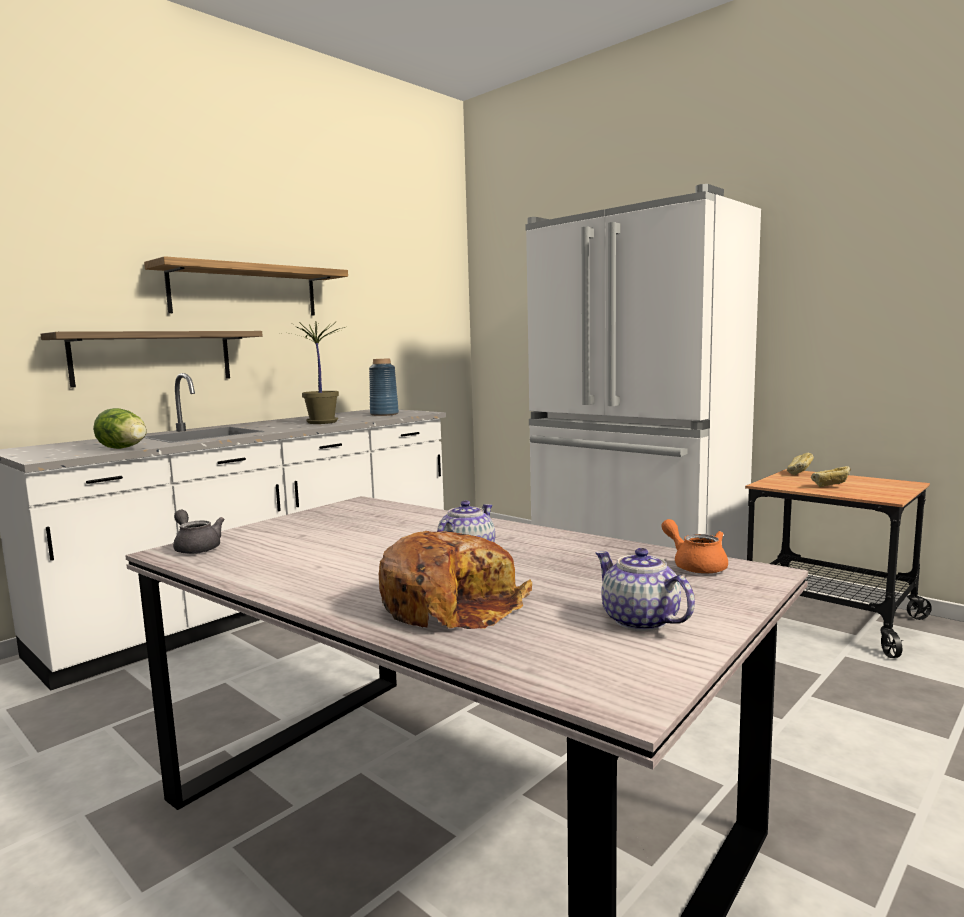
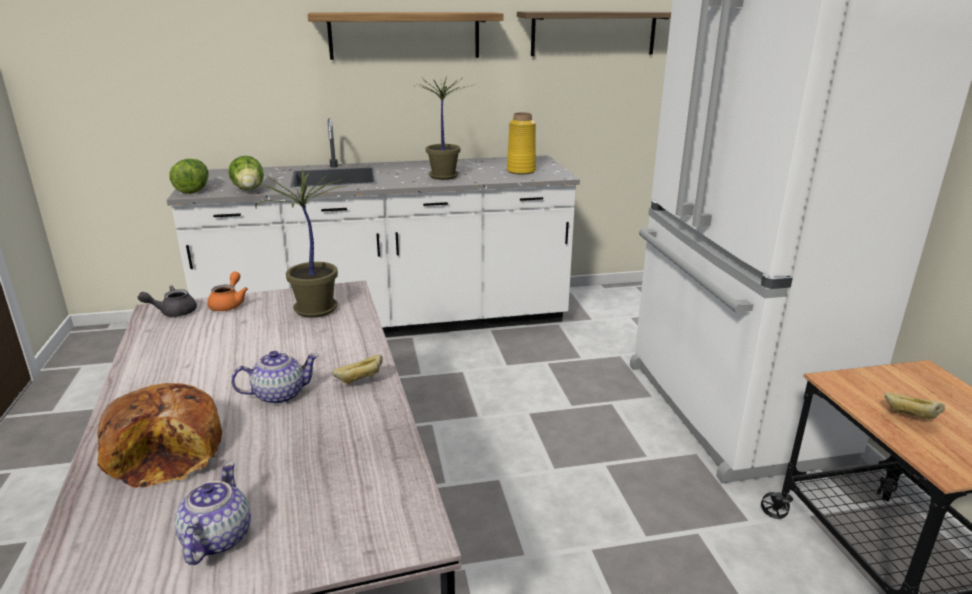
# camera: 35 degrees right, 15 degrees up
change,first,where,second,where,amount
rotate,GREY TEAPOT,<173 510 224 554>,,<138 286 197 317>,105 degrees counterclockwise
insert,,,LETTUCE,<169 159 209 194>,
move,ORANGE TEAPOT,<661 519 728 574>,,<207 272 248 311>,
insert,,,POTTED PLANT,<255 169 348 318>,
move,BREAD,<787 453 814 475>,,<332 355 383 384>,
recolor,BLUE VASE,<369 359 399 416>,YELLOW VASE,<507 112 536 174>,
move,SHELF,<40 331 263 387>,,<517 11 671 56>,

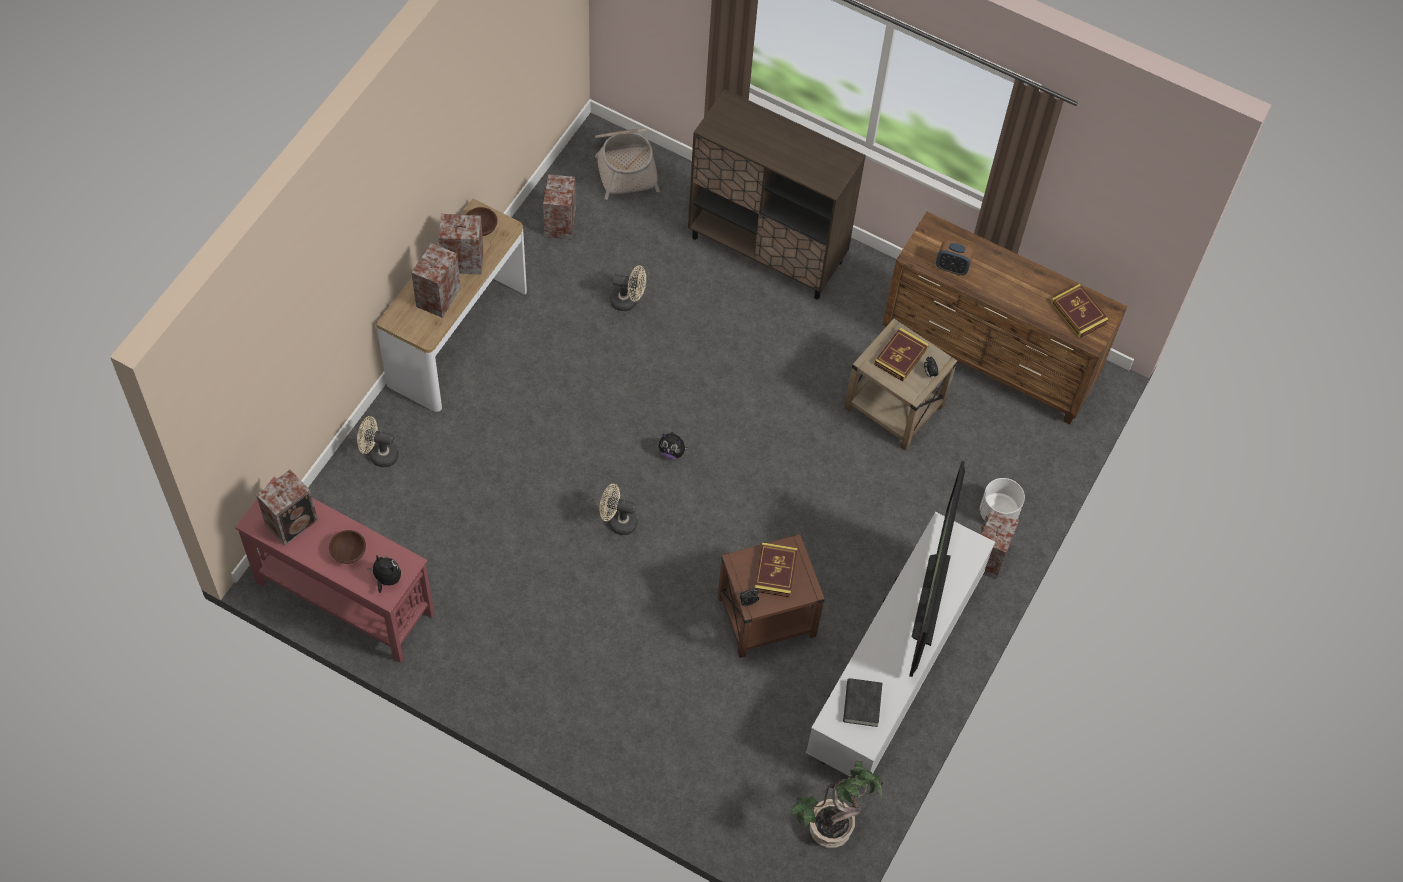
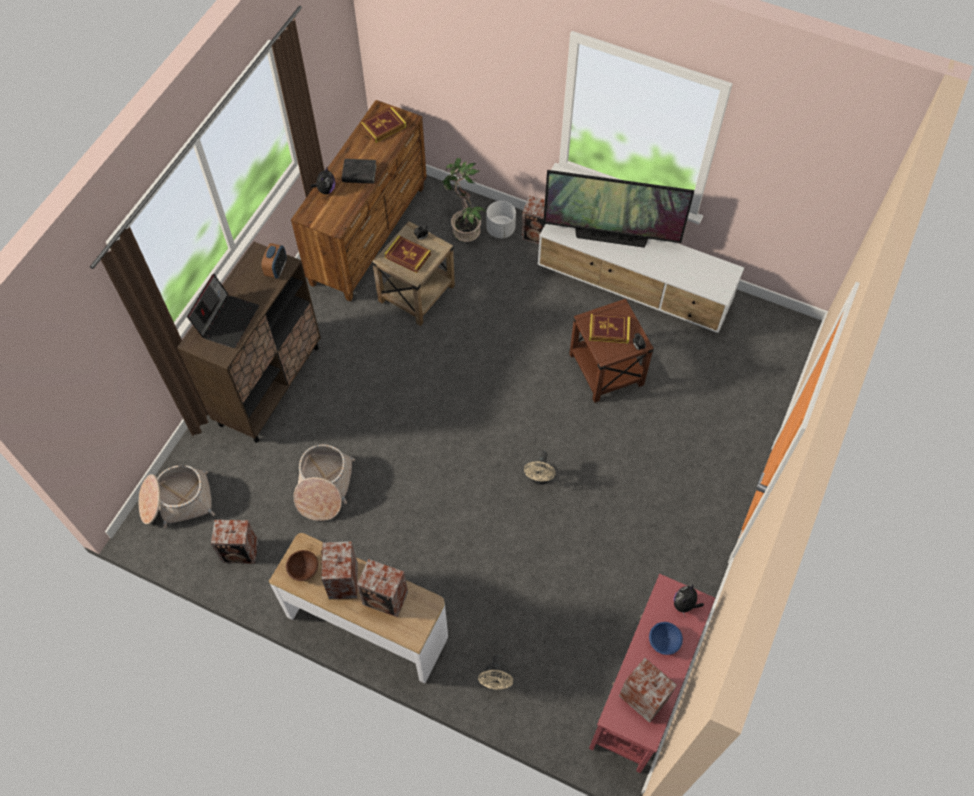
# camera: 90 degrees left, 0 degrees up
change,first,where,second,where,amount
insert,,,LAPTOP,<187 274 259 348>,
move,ALARM CLOCK,<936 240 974 275>,,<261 243 287 278>,
replace,BEIGE FAN,<610 265 646 311>,BASKET,<294 445 355 521>,
move,PLUSH TOY,<658 432 689 459>,,<310 167 336 194>,
move,BLACK BOOK,<843 678 882 727>,,<342 159 377 184>,
move,POTTED PLANT,<789 760 883 848>,,<440 158 486 242>,
recolor,BROWN BOWL,<329 530 366 564>,BLUE BOWL,<649 622 683 655>,

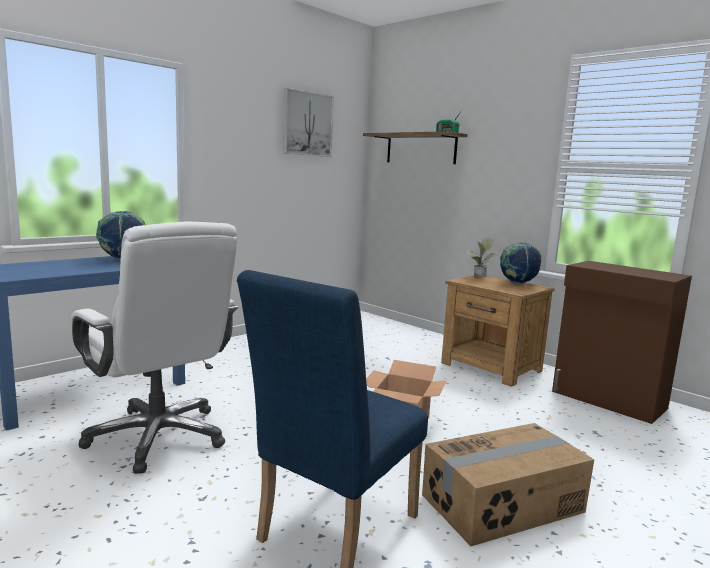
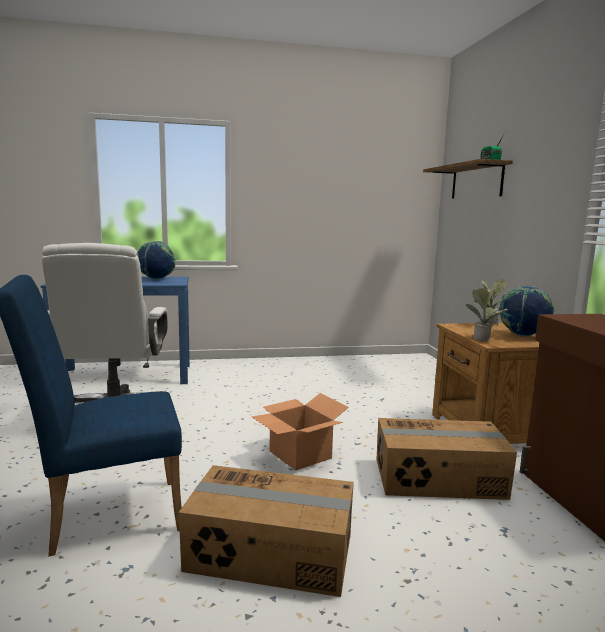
# camera: 35 degrees right, 0 degrees up
change,first,where,second,where,amount
insert,,,CARDBOARD BOX,<376 418 517 500>,
insert,,,POTTED PLANT,<466 288 508 341>,
delete,PICTURE,<283 88 334 157>,,,

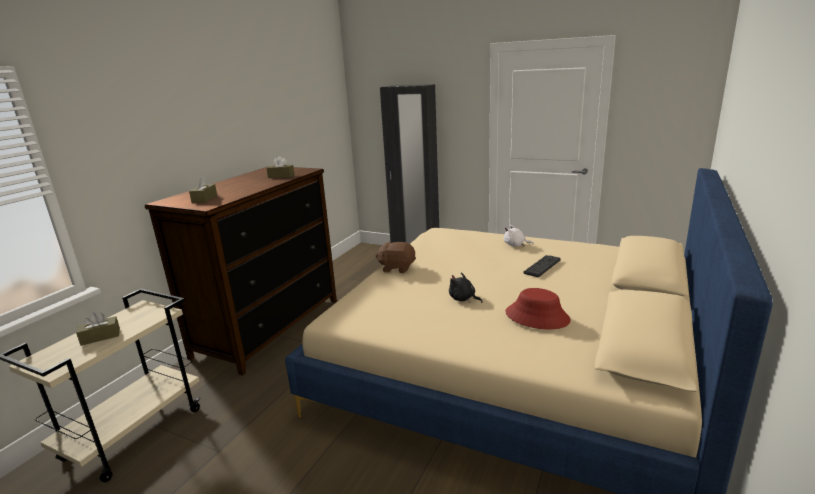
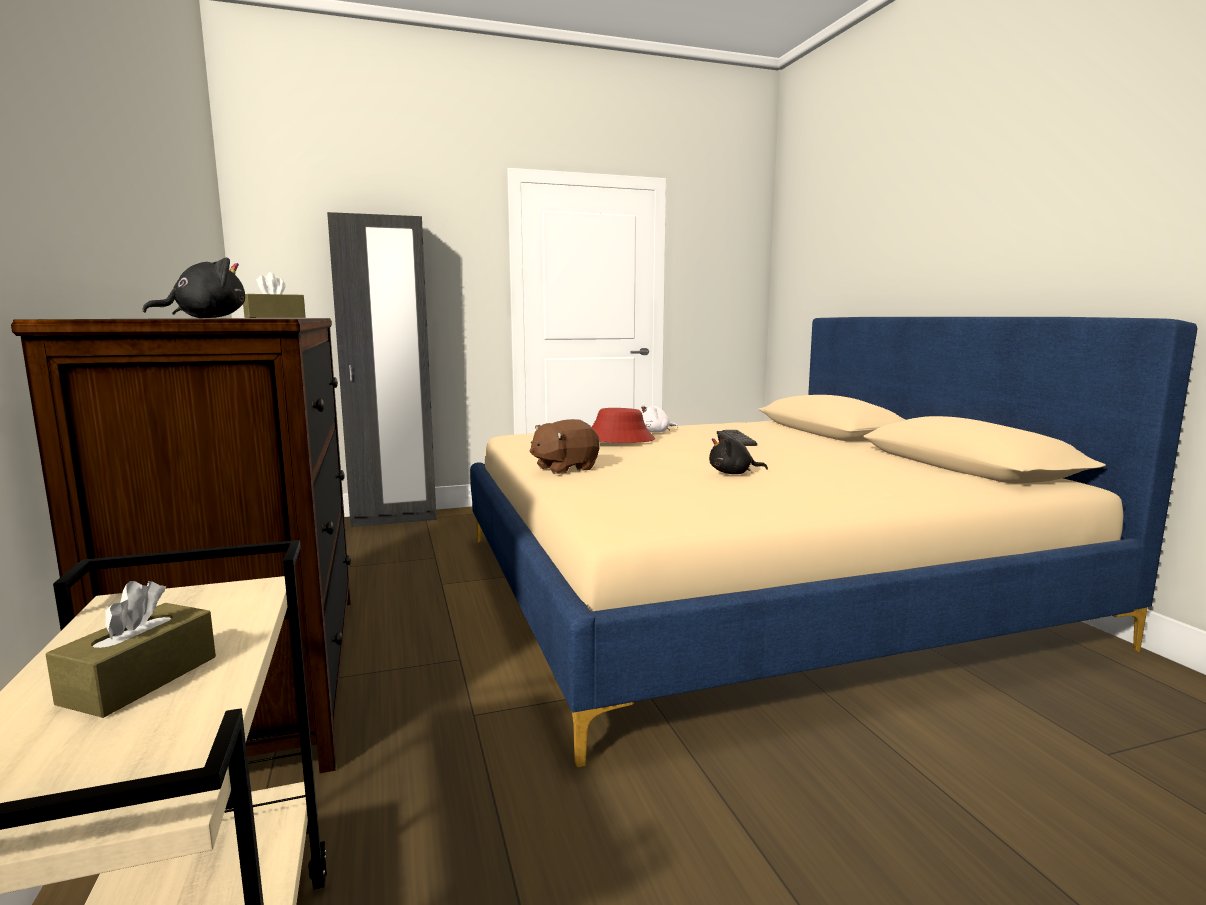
# camera: 45 degrees left, 10 degrees down
change,first,where,second,where,amount
replace,BROWN TISSUE BOX,<189 176 217 203>,BLACK PLUSH TOY,<142 258 245 318>,
move,RED HAT,<505 288 571 329>,,<592 408 655 443>,

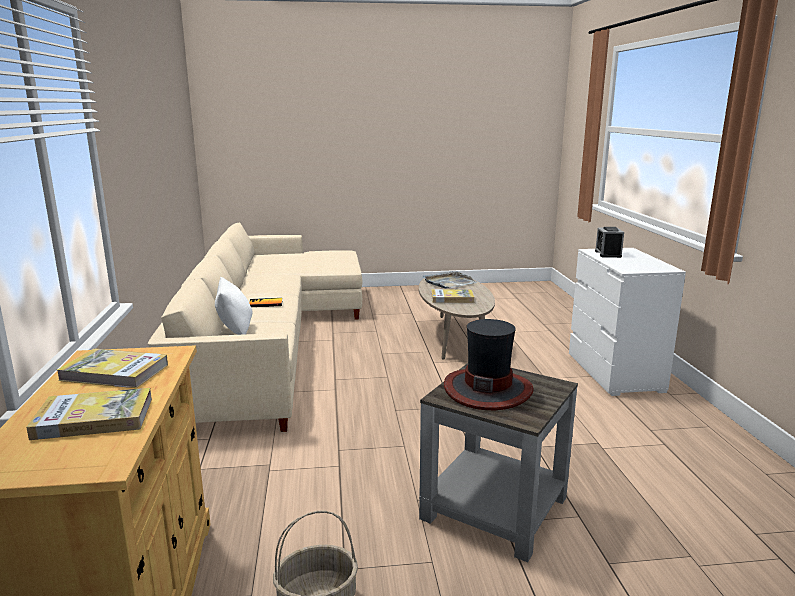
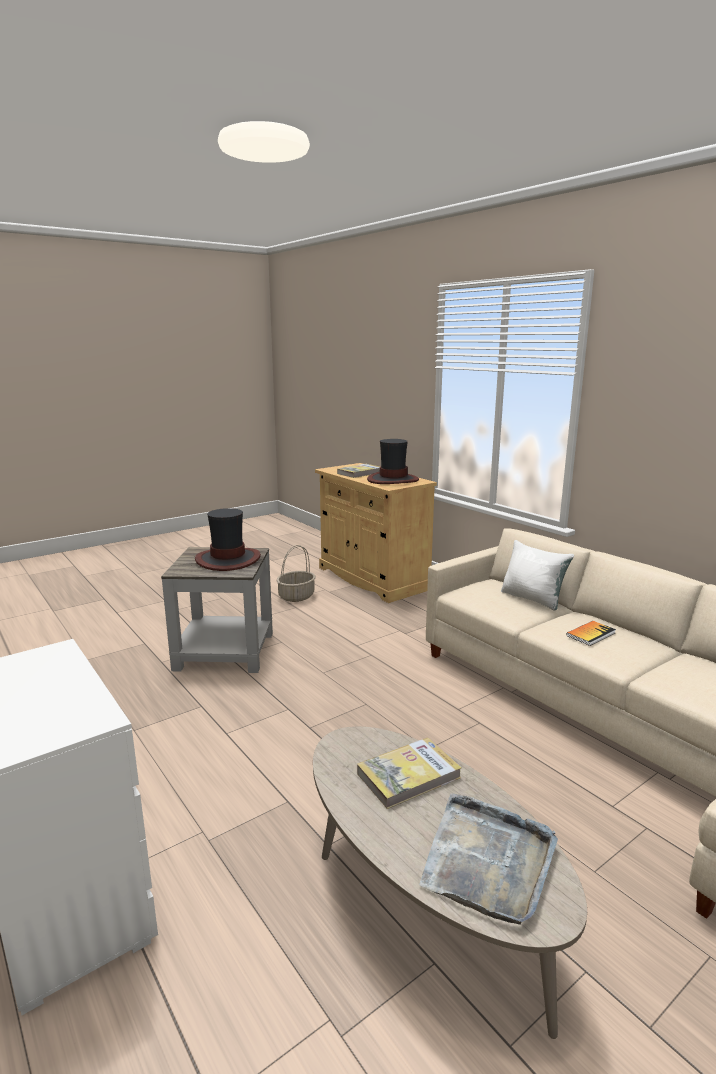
# camera: 150 degrees right, 0 degrees up
change,first,where,second,where,amount
replace,BOOK,<57 349 168 388>,HAT,<367 439 419 484>,
delete,ALARM CLOCK,<595 227 624 258>,,,

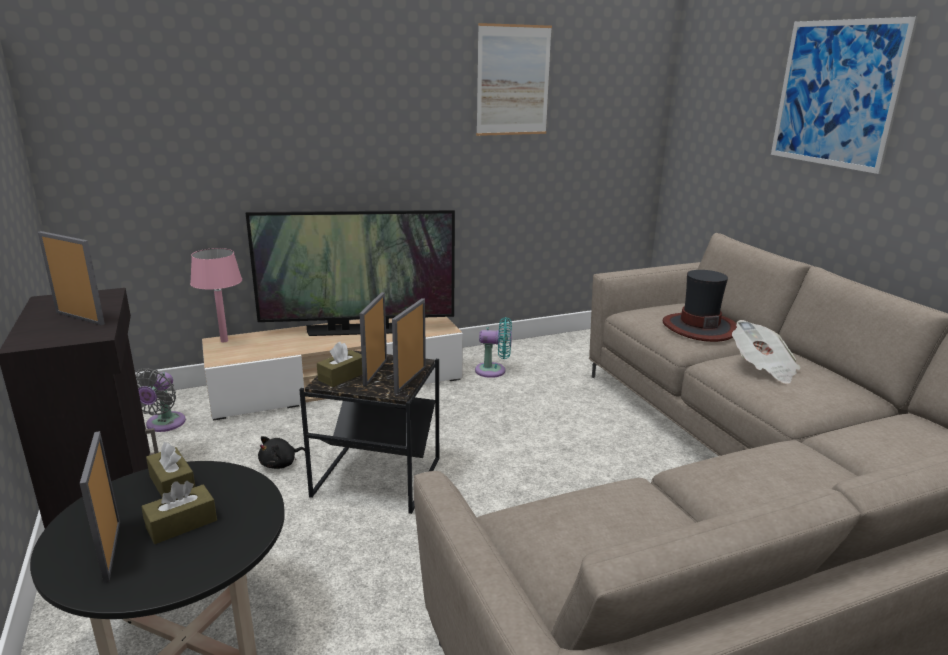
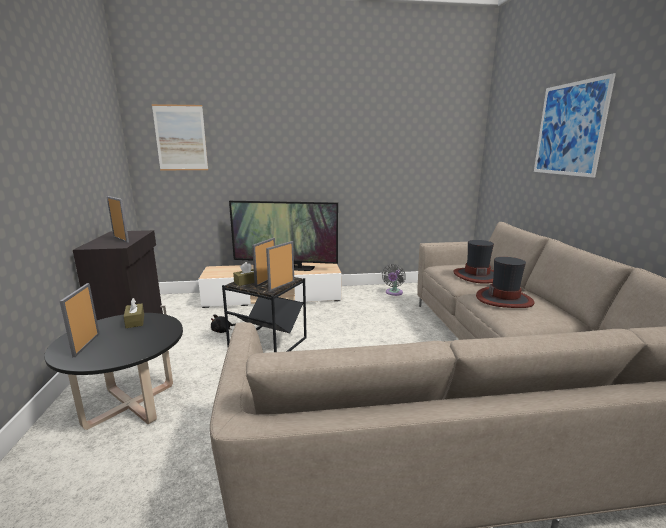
# camera: 15 degrees right, 5 degrees down
change,first,where,second,where,amount
move,PICTURE,<476 23 552 136>,,<152 104 208 170>,
move,GREY FAN,<135 368 186 432>,,<382 264 406 296>,
replace,NEWSPAPER,<732 320 801 384>,HAT,<476 257 534 308>,
delete,BROWN TISSUE BOX,<141 481 217 544>,,,
delete,PINK TABLE LAMP,<190 248 242 342>,,,
delete,TURQUOISE FAN,<475 317 512 378>,,,

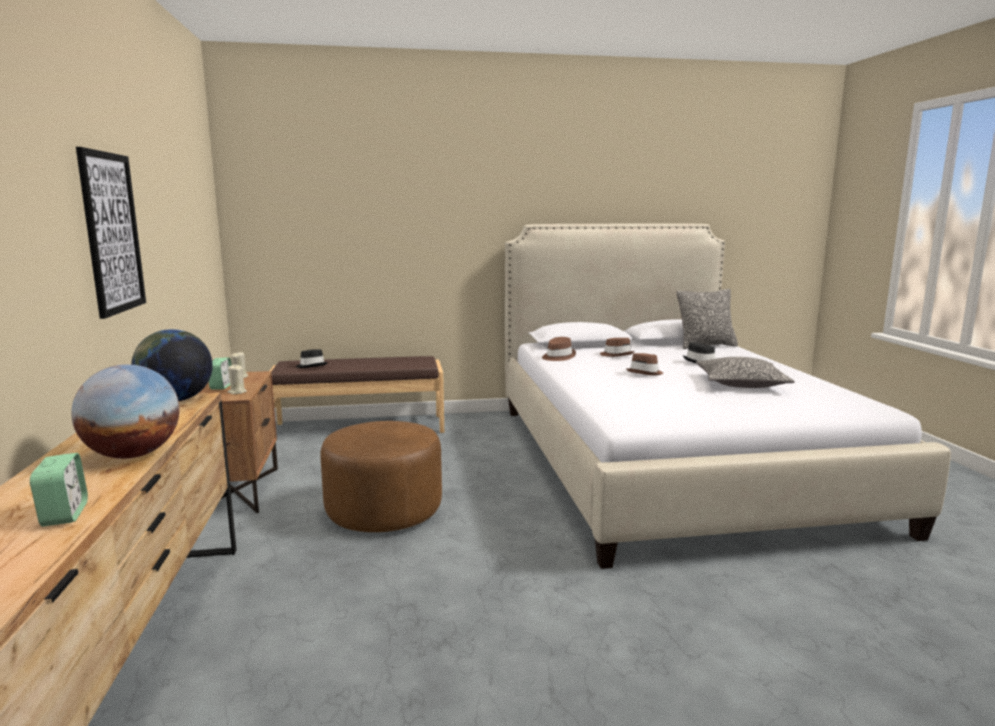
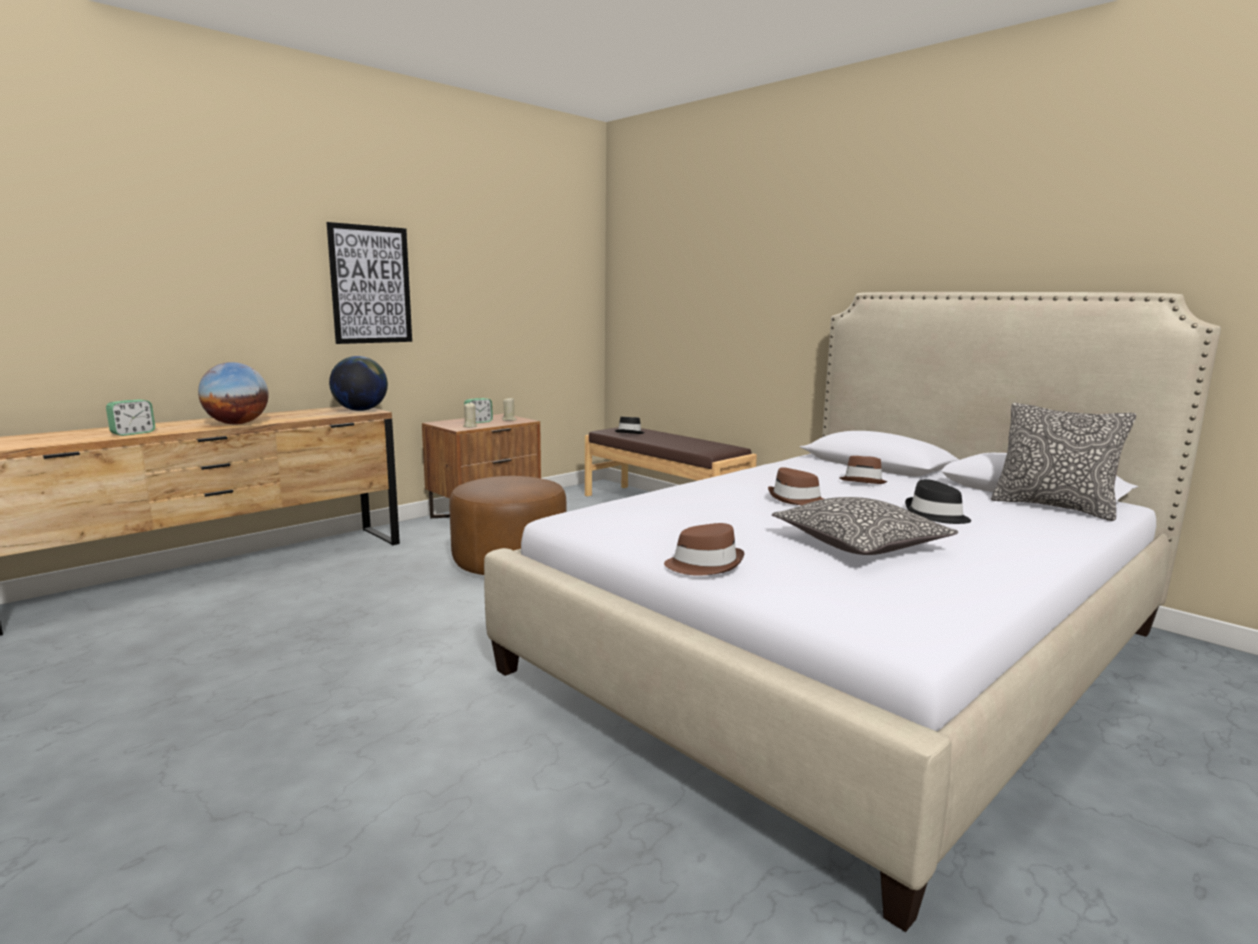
# camera: 55 degrees right, 0 degrees up
change,first,where,second,where,amount
move,BROWN HAT,<542 337 576 361>,,<664 523 744 576>,

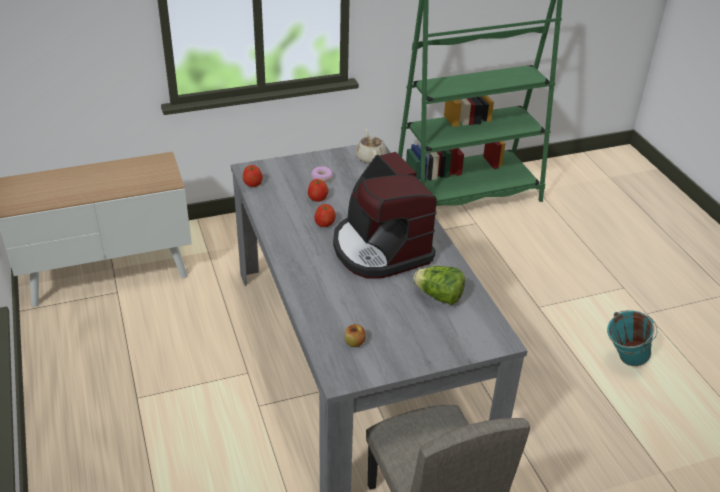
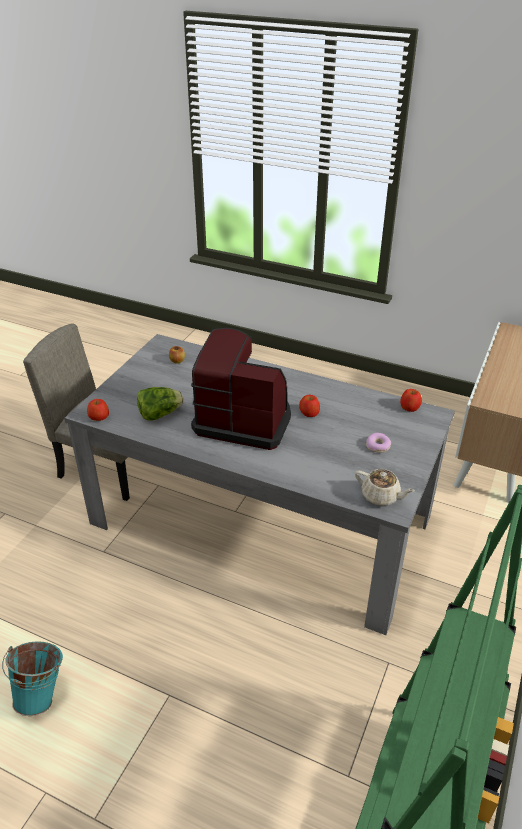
# camera: 135 degrees right, 0 degrees up
change,first,where,second,where,amount
move,APPLE,<308 179 328 202>,,<87 399 109 421>,

